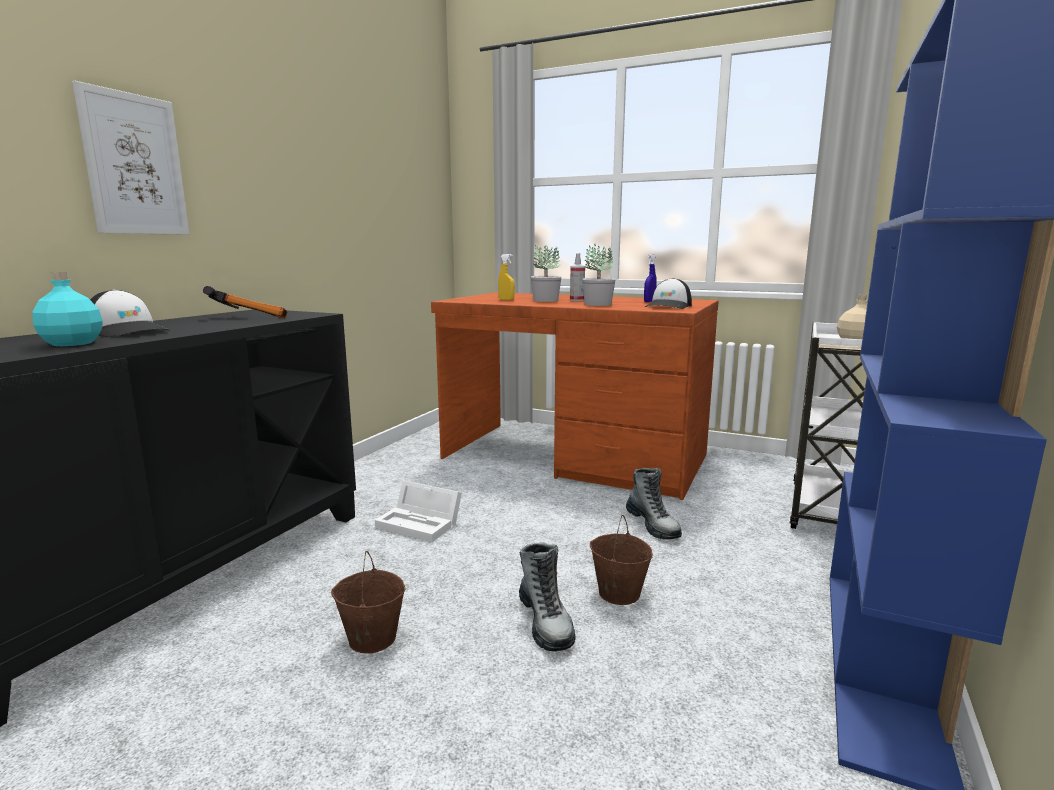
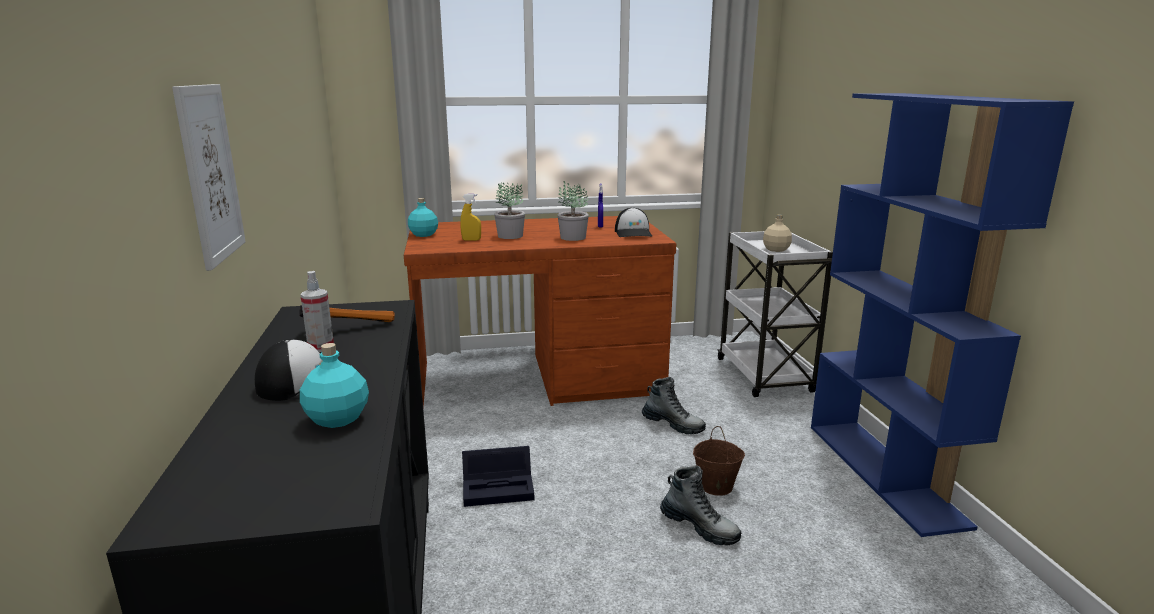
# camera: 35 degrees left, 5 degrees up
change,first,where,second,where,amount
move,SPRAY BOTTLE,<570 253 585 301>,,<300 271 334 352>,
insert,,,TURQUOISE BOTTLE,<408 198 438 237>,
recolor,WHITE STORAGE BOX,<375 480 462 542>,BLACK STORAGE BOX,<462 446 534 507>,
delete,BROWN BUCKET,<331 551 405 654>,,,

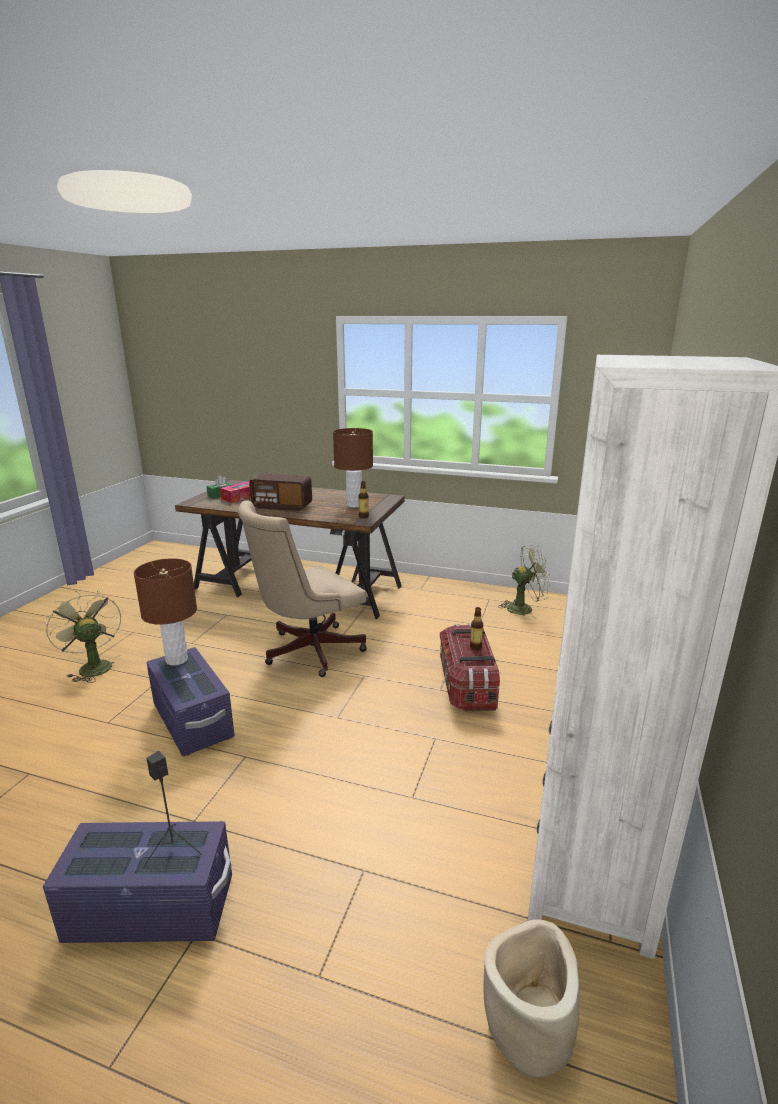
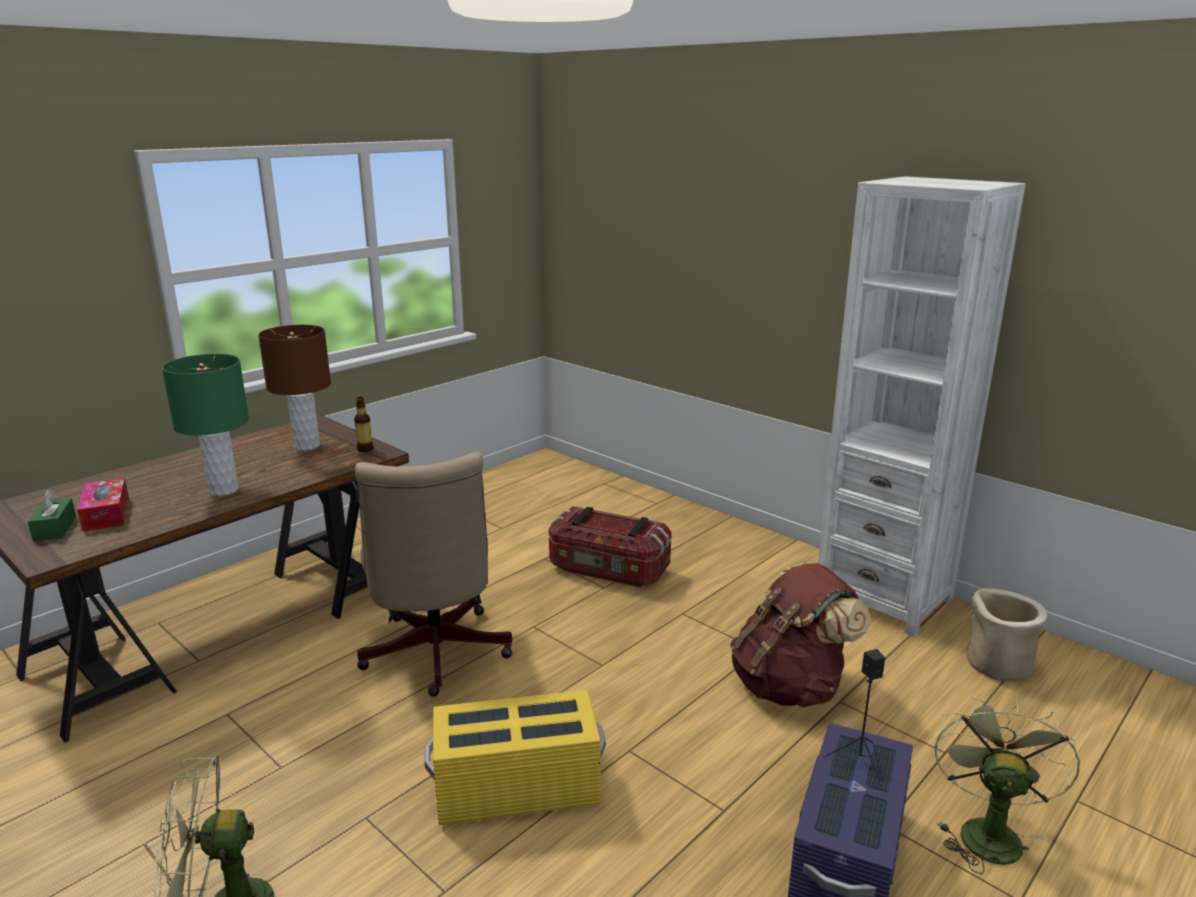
# camera: 65 degrees left, 0 degrees up
change,first,where,second,where,amount
replace,RADIO,<249 473 312 511>,GREEN TABLE LAMP,<162 354 249 496>,
recolor,PURPLE STORAGE BOX,<146 647 235 756>,YELLOW STORAGE BOX,<425 690 605 825>,
insert,,,BROWN BACKPACK,<730 562 871 708>,
move,GREEN FAN,<498 545 551 619>,,<935 696 1081 874>,
delete,BROWN TABLE LAMP,<134 558 197 666>,,,
delete,BOTTLE,<470 607 483 650>,,,

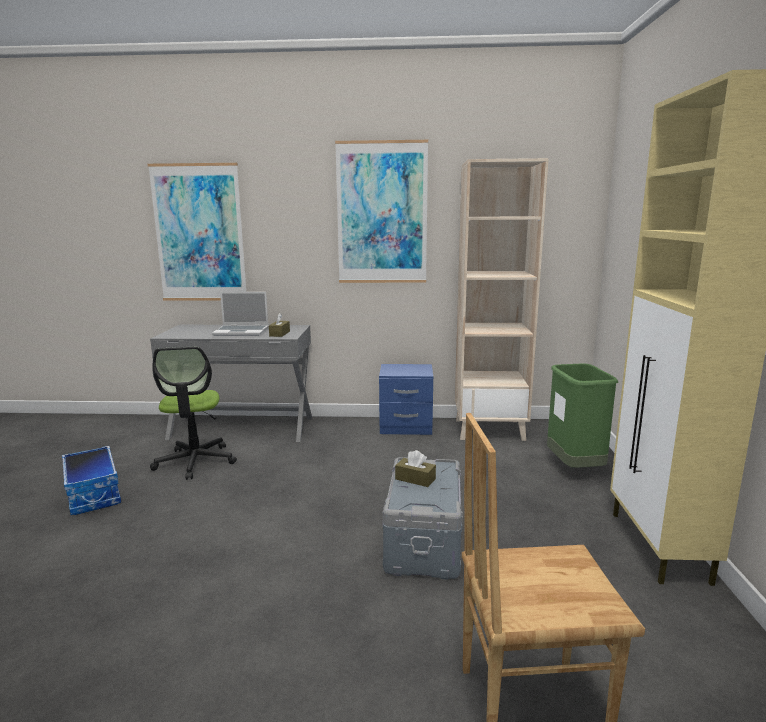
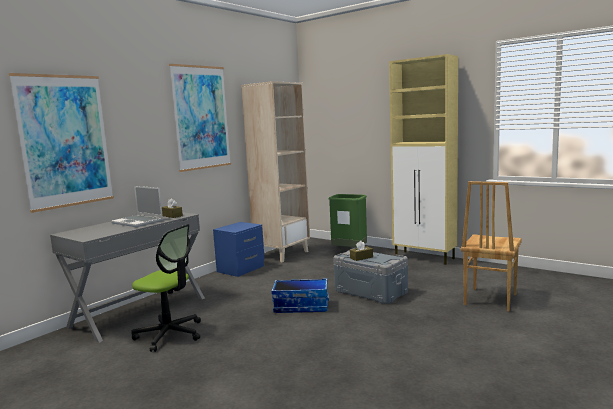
# camera: 55 degrees left, 5 degrees down
change,first,where,second,where,amount
rotate,LAPTOP,<212 292 269 336>,,<111 186 163 227>,90 degrees clockwise
move,STORAGE BOX,<62 446 121 515>,,<271 278 329 313>,

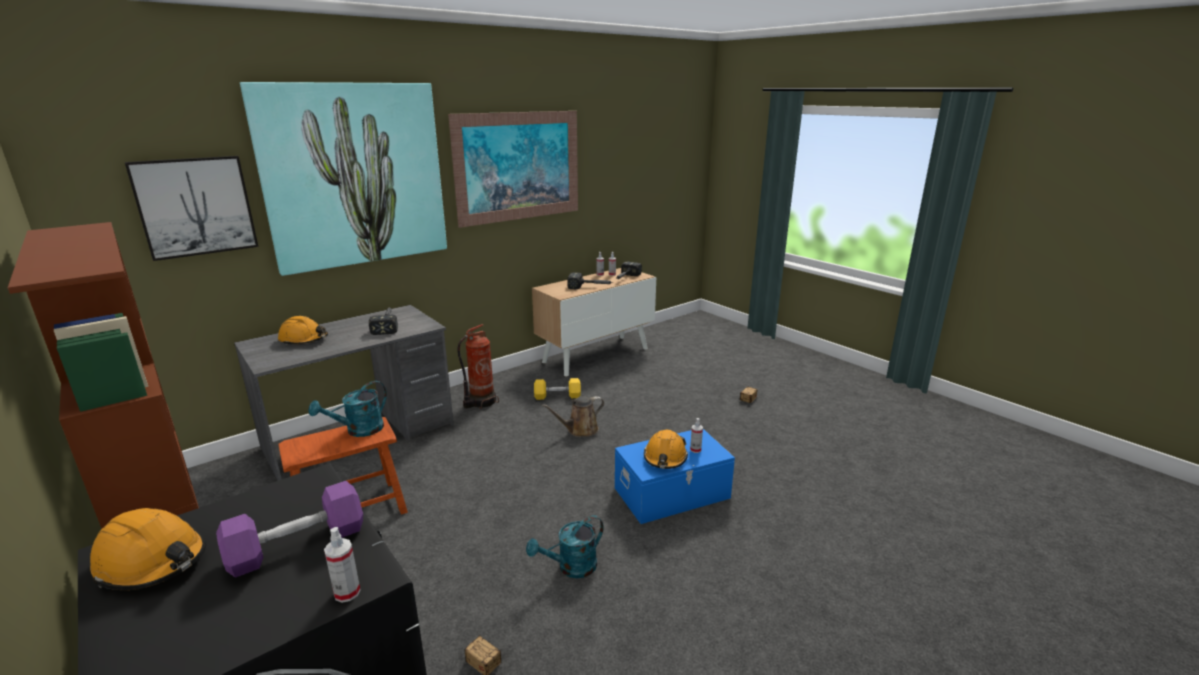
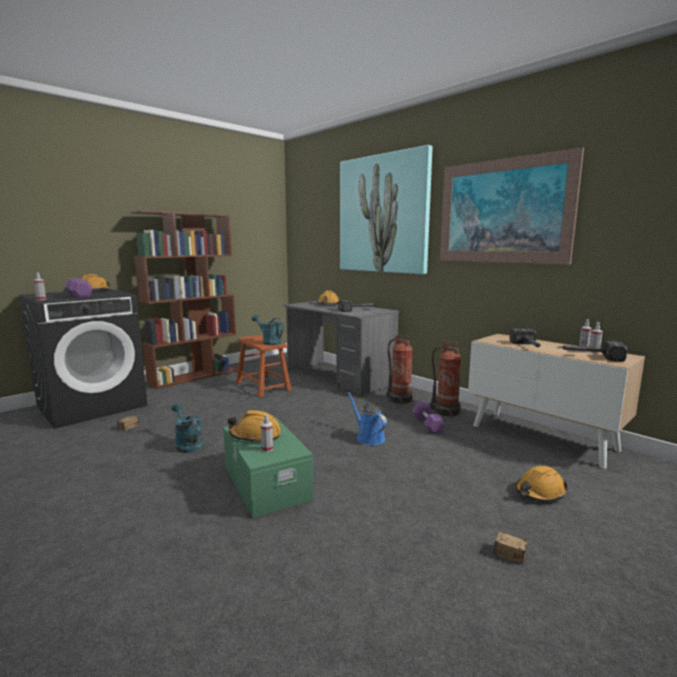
# camera: 85 degrees right, 10 degrees down
change,first,where,second,where,amount
recolor,BLUE STORAGE BOX,<615 429 735 524>,GREEN STORAGE BOX,<223 417 313 518>,
recolor,BROWN WATERING CAN,<541 396 604 437>,BLUE WATERING CAN,<348 392 387 445>,
recolor,YELLOW DUMBBELL,<534 378 581 400>,PURPLE DUMBBELL,<412 402 446 434>,
insert,,,FIRE EXTINGUISHER,<430 342 462 418>,
insert,,,ORANGE HARD HAT,<515 466 568 502>,
delete,PICTURE,<125 156 258 261>,,,

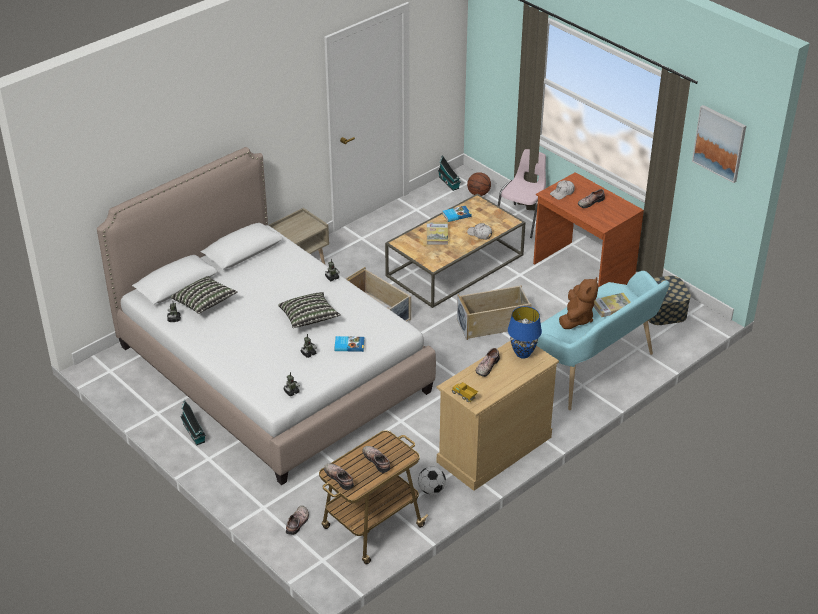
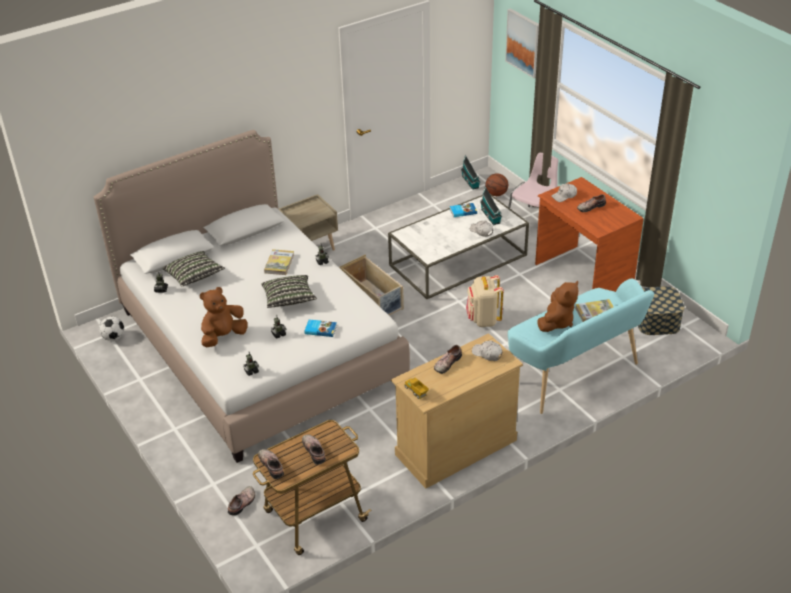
# camera: 10 degrees right, 0 degrees up
change,first,where,second,where,amount
move,FOOTBALL,<418 466 446 495>,,<99 316 124 341>,
insert,,,BROWN PLUSH TOY,<200 287 247 347>,
move,BOOK,<427 222 448 245>,,<264 249 294 275>,
recolor,BROWN COFFEE TABLE,<385 194 526 308>,WHITE COFFEE TABLE,<388 194 529 300>,
replace,BEIGE STORAGE BOX,<457 285 532 340>,BEIGE BACKPACK,<466 275 504 327>,
replace,BLUE TABLE LAMP,<508 306 542 359>,WHITE CAP,<472 341 503 361>,
move,TOY HOUSE,<181 400 206 445>,,<480 186 502 225>,
move,PICTURE,<692 105 746 183>,,<505 8 539 78>,

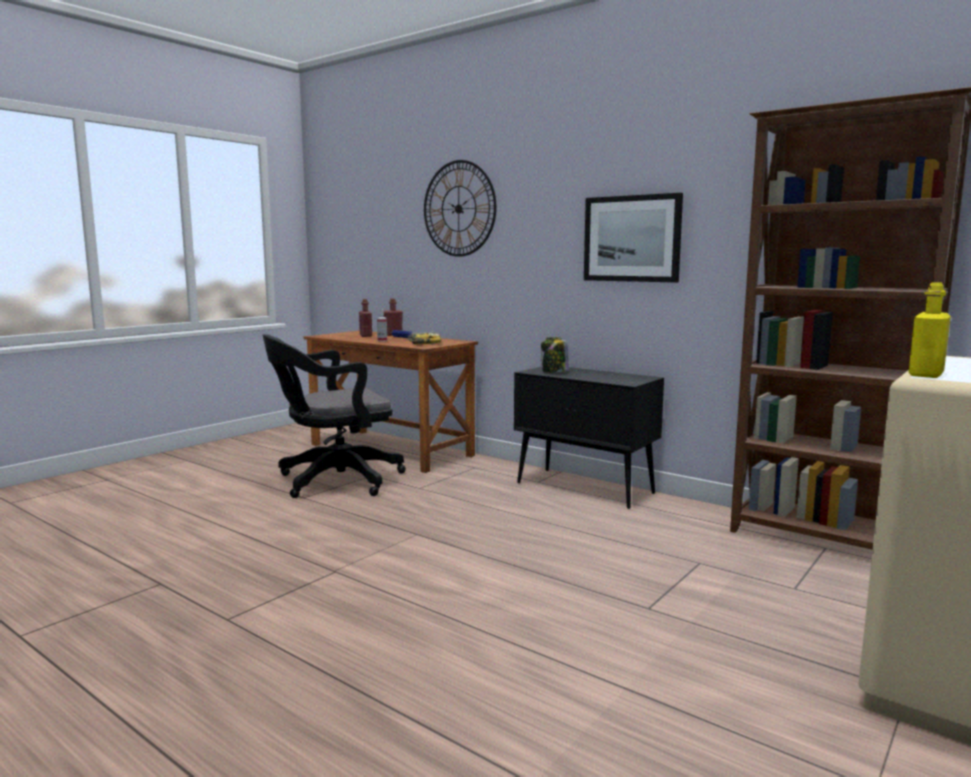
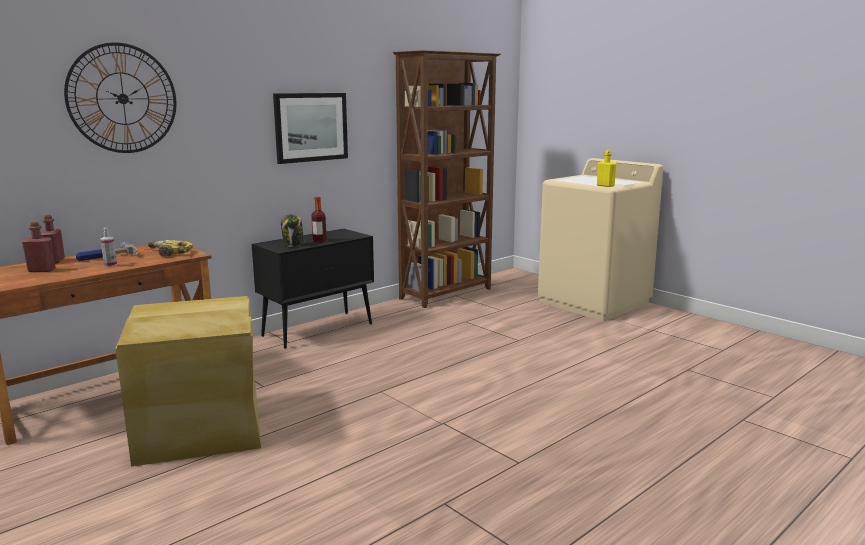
# camera: 80 degrees left, 5 degrees up
change,first,where,second,where,amount
replace,BLACK OFFICE CHAIR,<262 334 406 498>,BEIGE STORAGE BOX,<115 296 261 467>,
insert,,,BOTTLE,<311 197 327 242>,

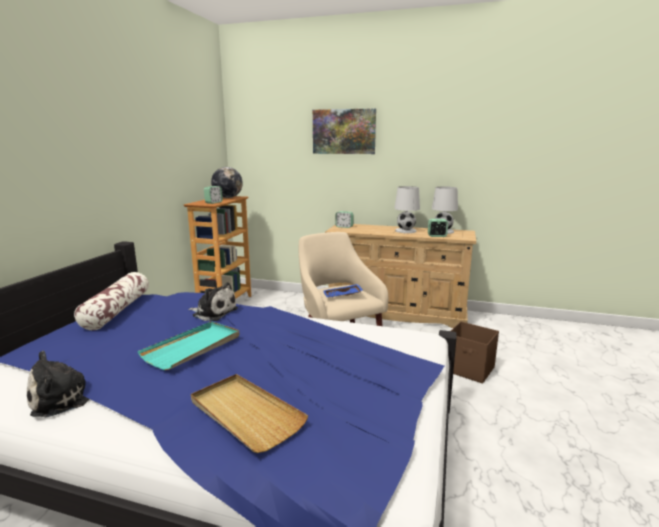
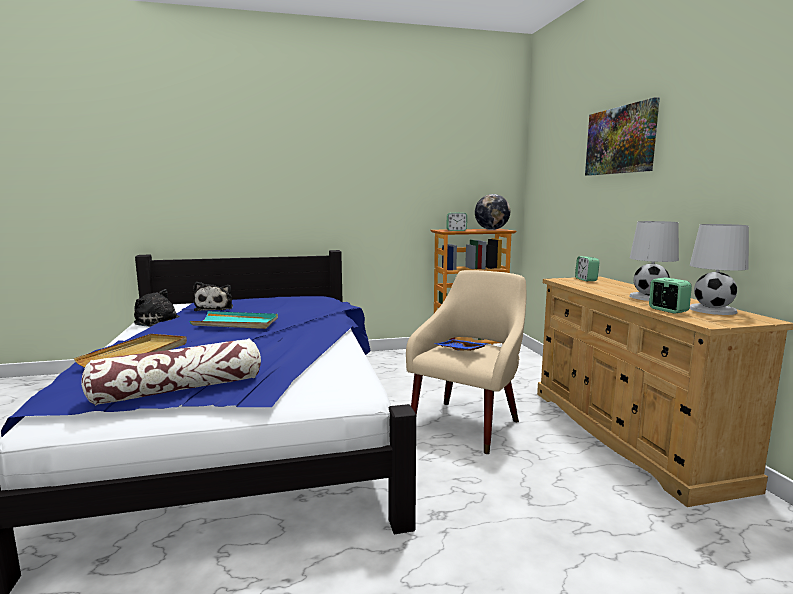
# camera: 60 degrees right, 5 degrees down
change,first,where,second,where,amount
move,PILLOW,<74 272 149 330>,,<81 338 261 406>,
move,PLUSH TOY,<188 282 238 321>,,<194 282 233 311>,
delete,BROWN STORAGE BOX,<451 321 499 383>,,,

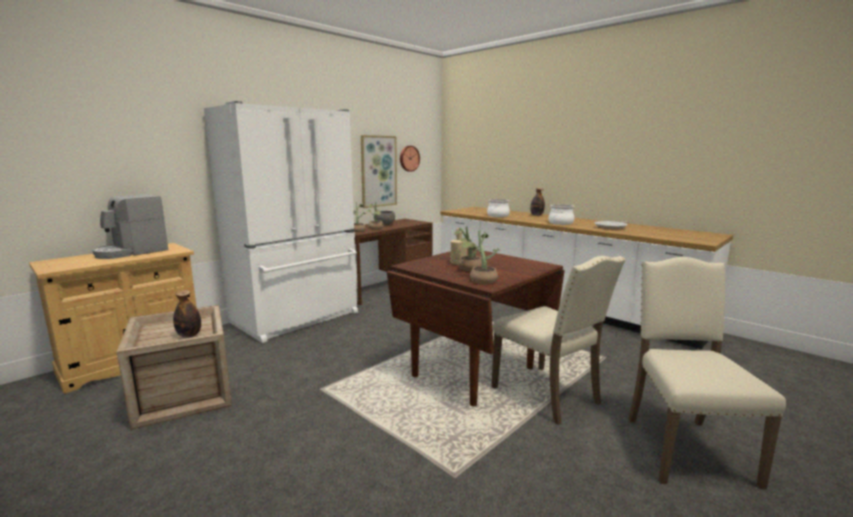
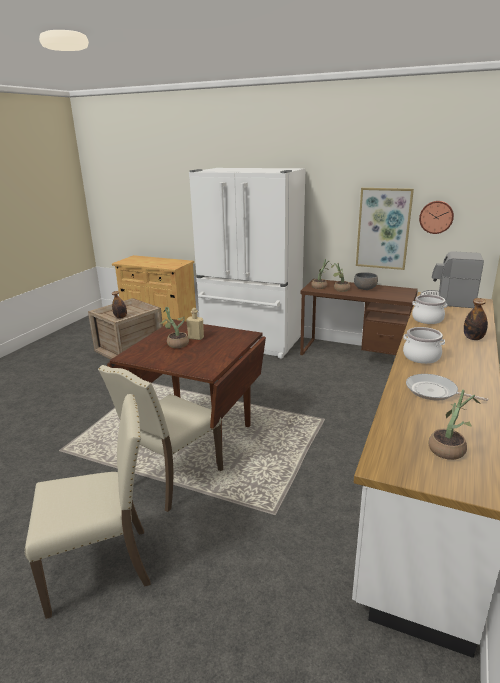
# camera: 70 degrees right, 10 degrees up
change,first,where,second,where,amount
move,COFFEE MACHINE,<92 194 168 259>,,<420 251 484 308>,
move,POTTED PLANT,<468 231 498 284>,,<428 390 481 460>,

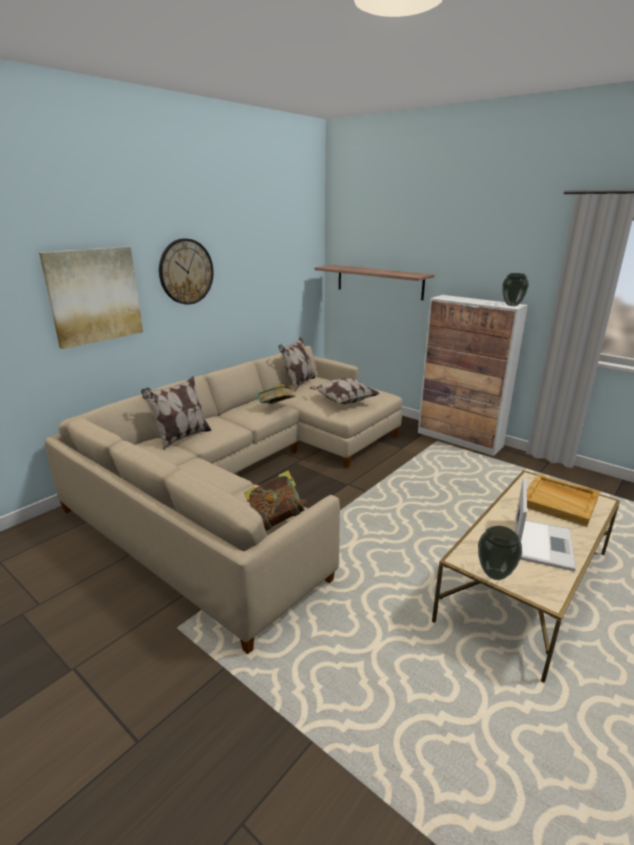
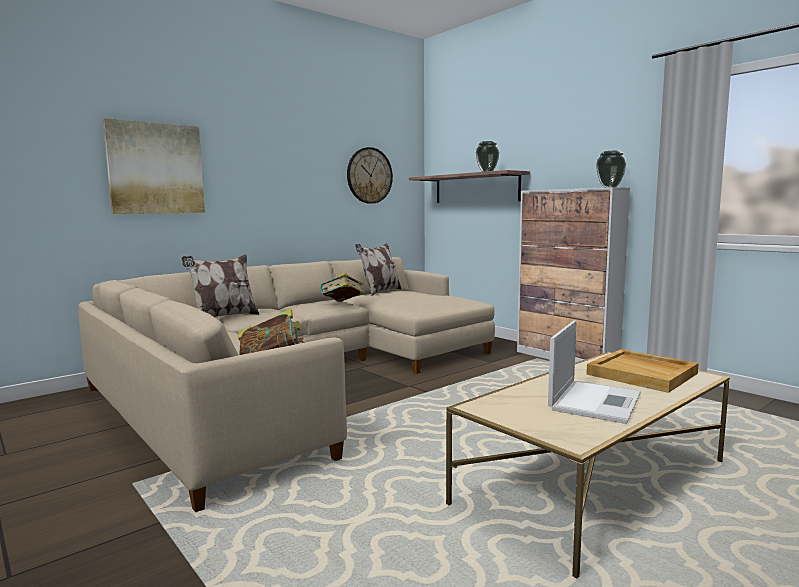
# camera: 10 degrees right, 15 degrees down
change,first,where,second,where,amount
move,WALL CLOCK,<159 239 214 305>,,<347 147 393 204>,
move,VASE,<478 526 522 580>,,<476 141 500 172>,
delete,PILLOW,<310 378 380 404>,,,

